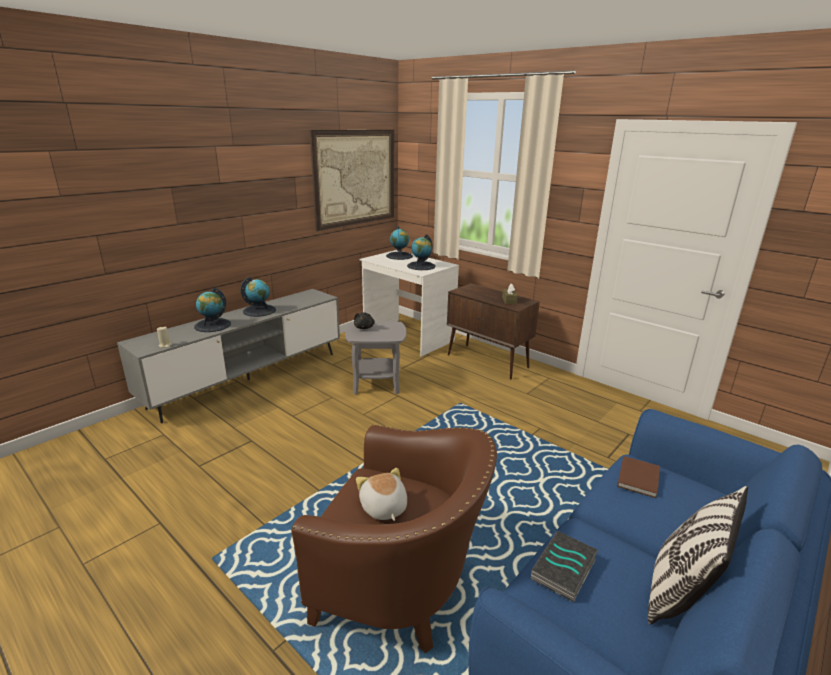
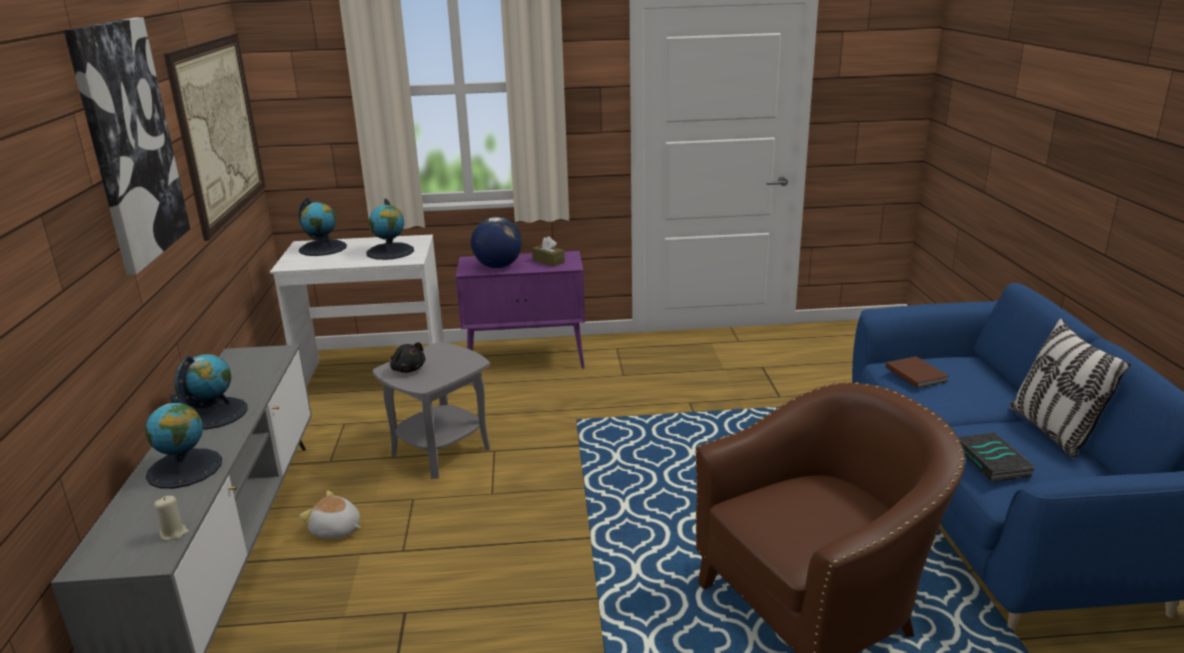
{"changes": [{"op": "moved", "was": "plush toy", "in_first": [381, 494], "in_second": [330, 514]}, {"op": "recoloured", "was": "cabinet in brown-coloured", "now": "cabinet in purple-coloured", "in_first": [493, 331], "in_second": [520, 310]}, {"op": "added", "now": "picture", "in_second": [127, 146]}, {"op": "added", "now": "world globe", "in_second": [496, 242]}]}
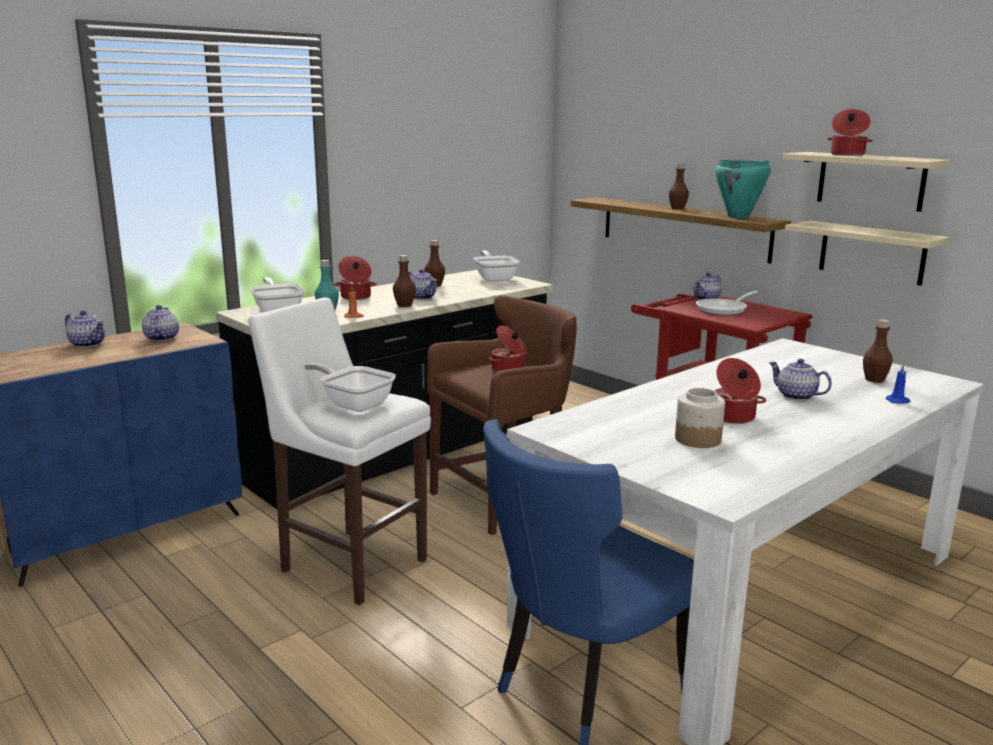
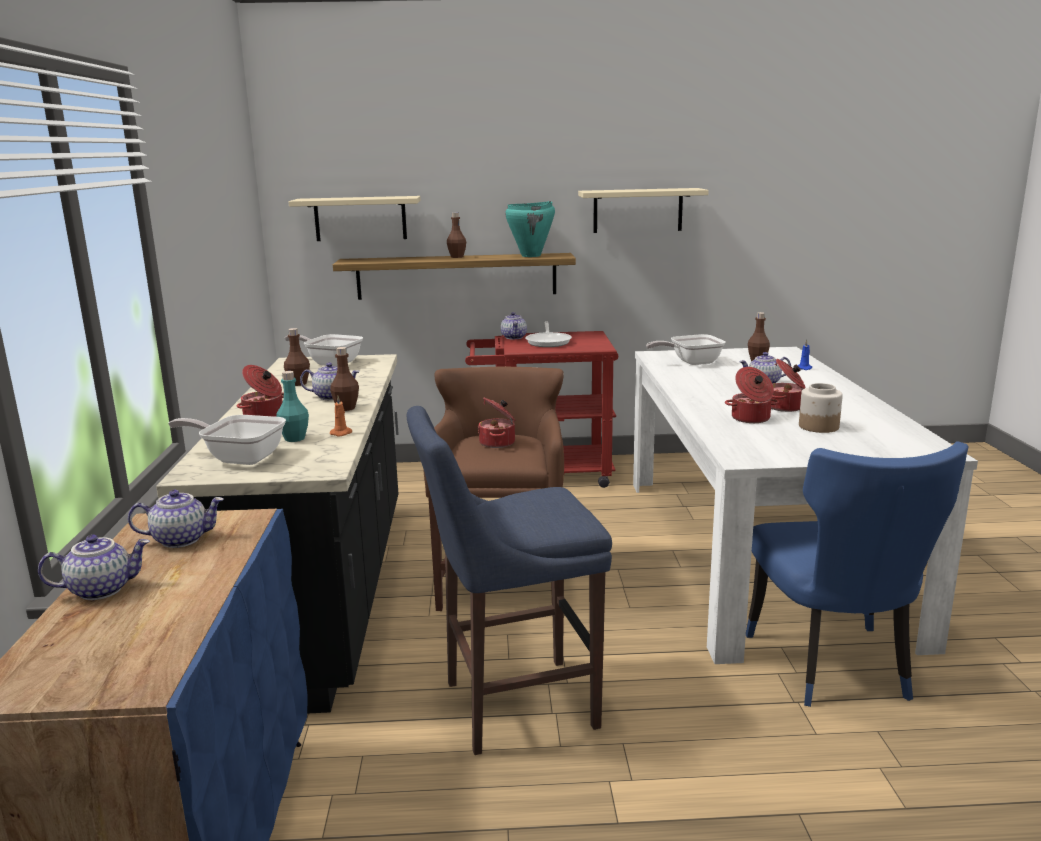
{"changes": [{"op": "turned", "was": "pot for tea", "in_first": [160, 323], "in_second": [176, 519], "clockwise": 135}, {"op": "recoloured", "was": "stool seat in white-coloured", "now": "stool seat in blue", "in_first": [339, 451], "in_second": [509, 580]}, {"op": "moved", "was": "skillet", "in_first": [350, 387], "in_second": [685, 349]}, {"op": "moved", "was": "wall shelf in beige", "in_first": [867, 253], "in_second": [355, 218]}, {"op": "moved", "was": "saucepot", "in_first": [850, 132], "in_second": [752, 395]}]}
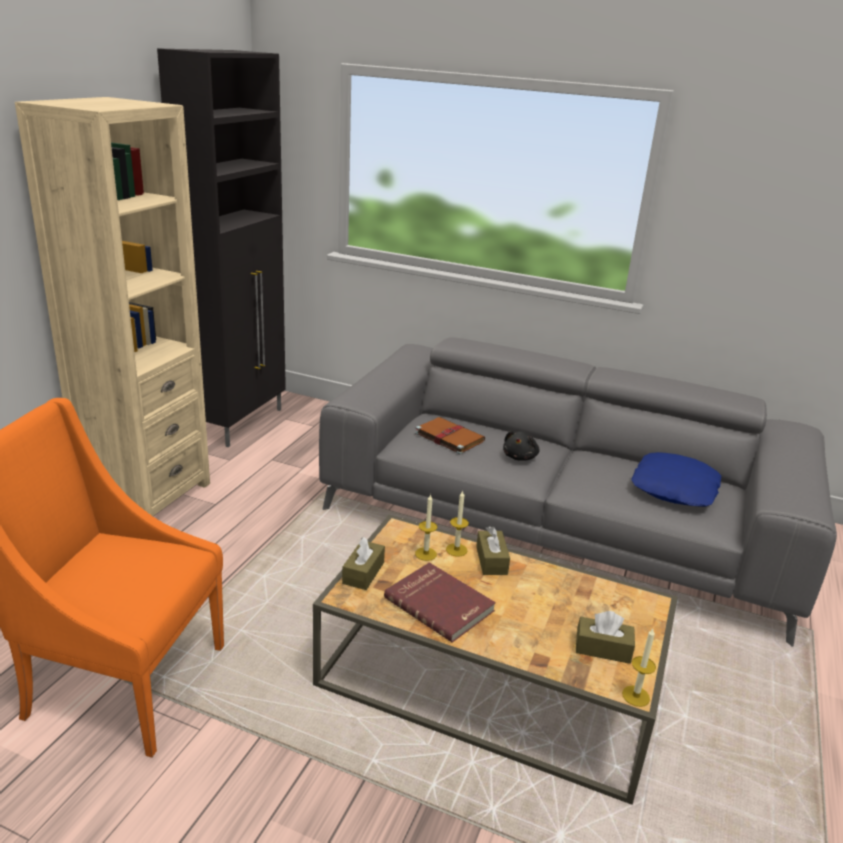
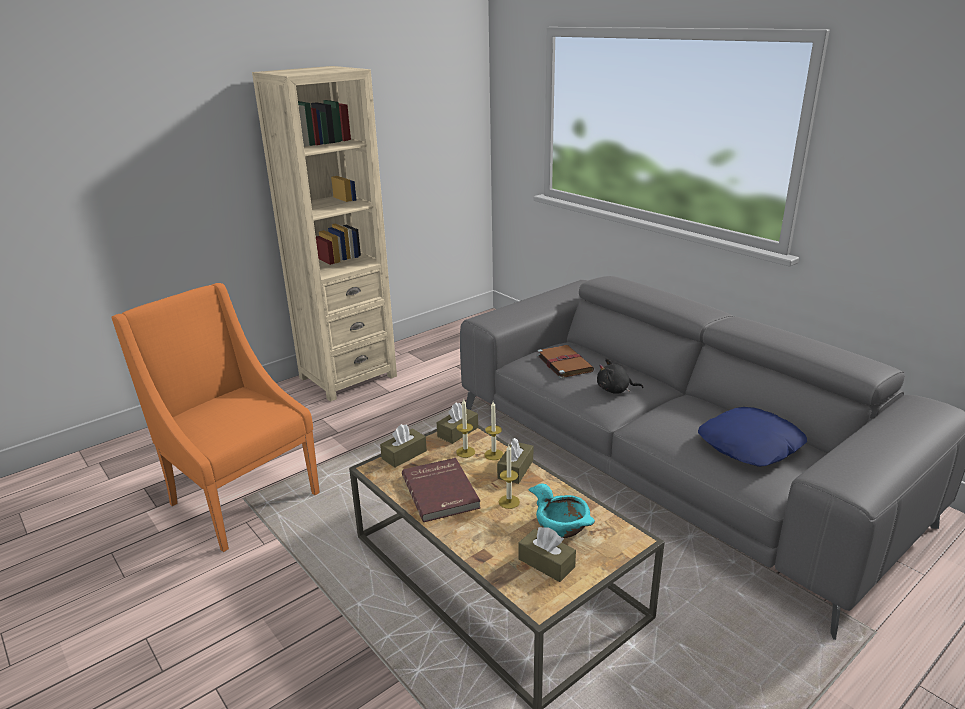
{"changes": [{"op": "removed", "was": "cabinet in black-coloured", "in_first": [221, 248]}, {"op": "turned", "was": "plush toy in black-coloured", "in_first": [521, 446], "in_second": [620, 376], "clockwise": 45}, {"op": "moved", "was": "wax candle", "in_first": [639, 668], "in_second": [509, 477]}, {"op": "added", "now": "box of tissues in brown-coloured", "in_second": [457, 423]}, {"op": "added", "now": "serving bowl in turquoise-coloured", "in_second": [561, 510]}]}
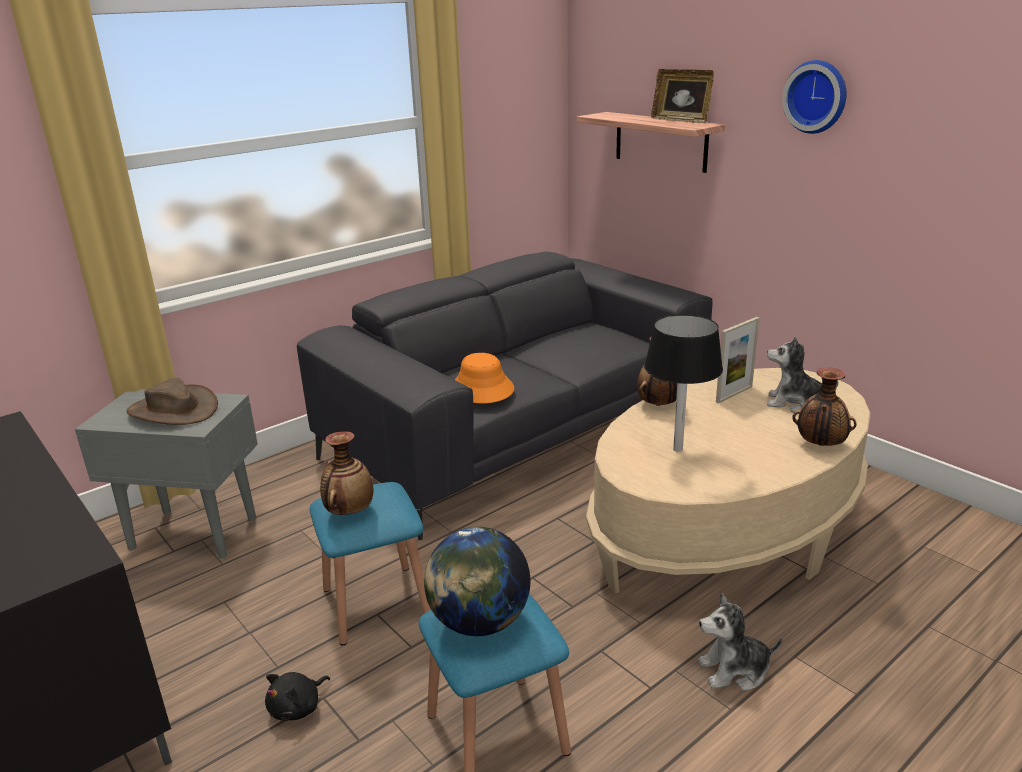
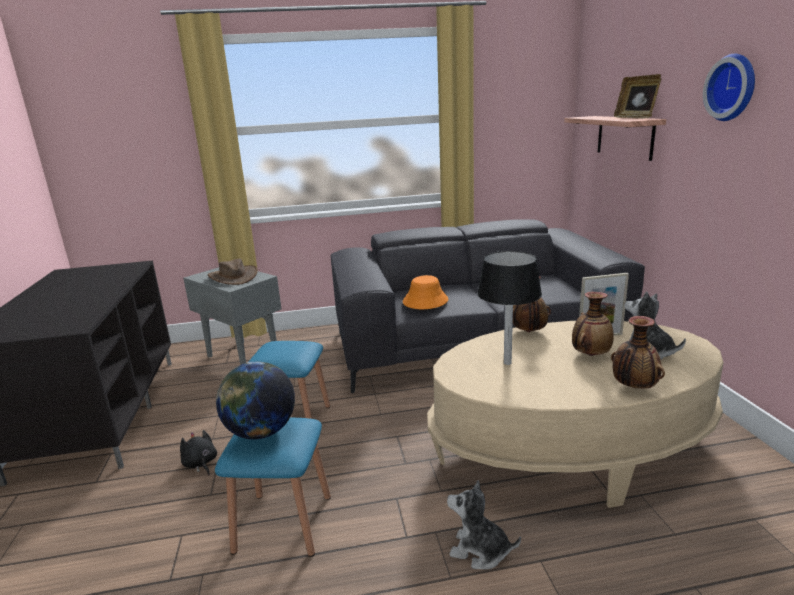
{"changes": [{"op": "turned", "was": "plush toy in black-coloured", "in_first": [297, 696], "in_second": [198, 452], "clockwise": 75}, {"op": "moved", "was": "flower vase", "in_first": [346, 473], "in_second": [593, 324]}]}
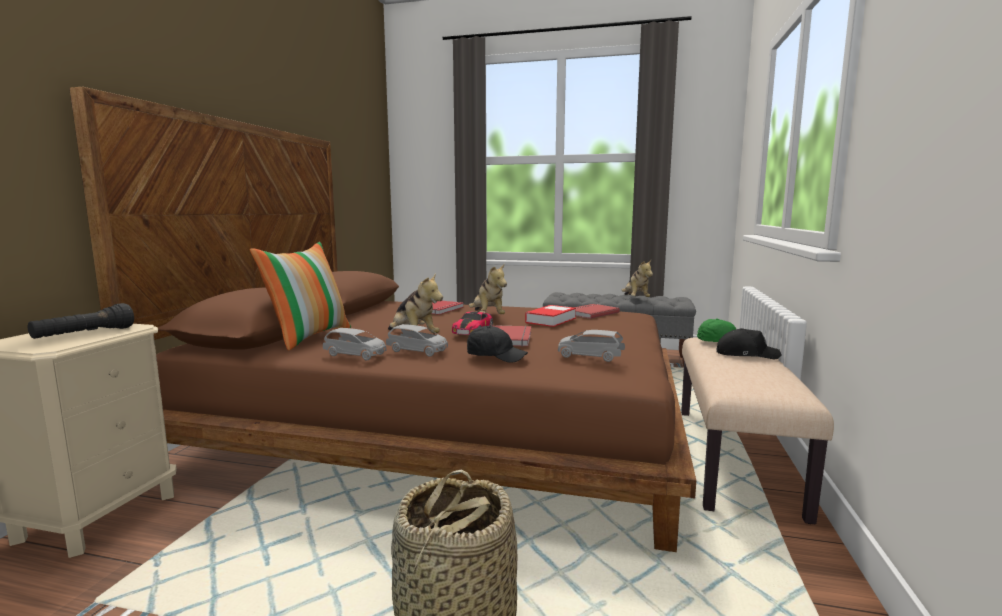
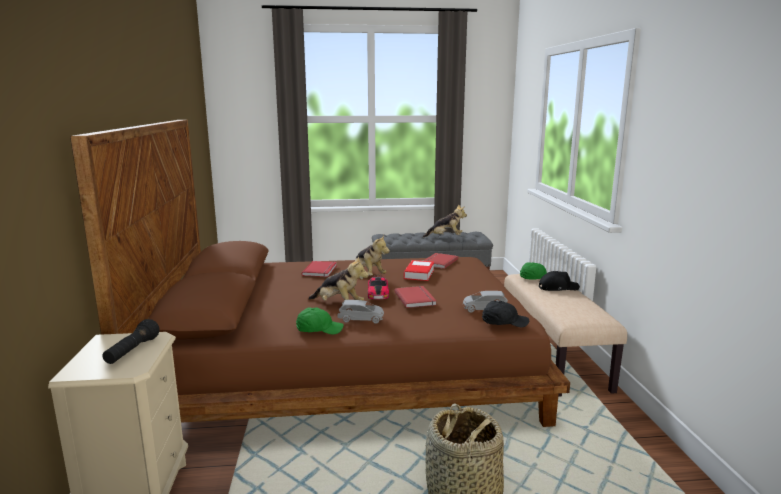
{"changes": [{"op": "removed", "was": "throw pillow", "in_first": [300, 296]}, {"op": "replaced", "was": "toy car in greyish", "now": "baseball cap in greenish", "in_first": [354, 344], "in_second": [320, 320]}, {"op": "moved", "was": "baseball cap in black-coloured", "in_first": [497, 344], "in_second": [505, 314]}, {"op": "turned", "was": "plush toy", "in_first": [637, 278], "in_second": [445, 220], "clockwise": -60}]}
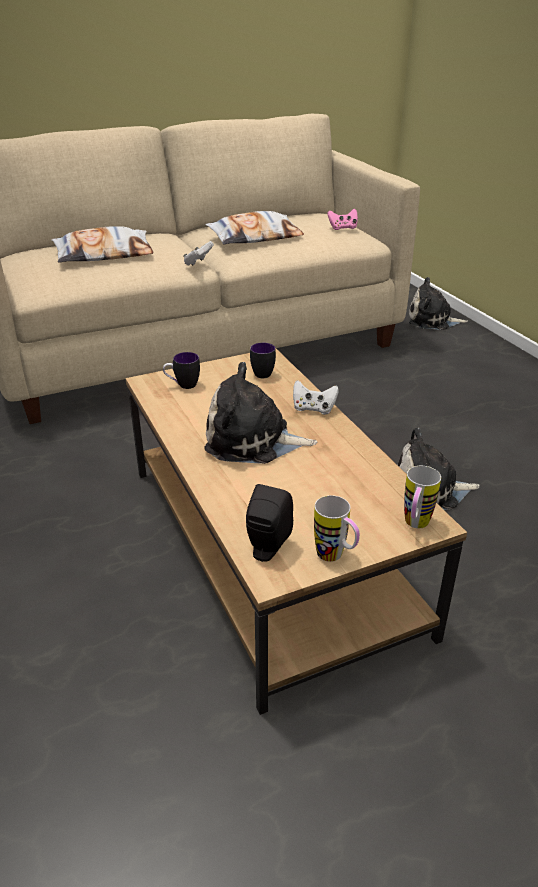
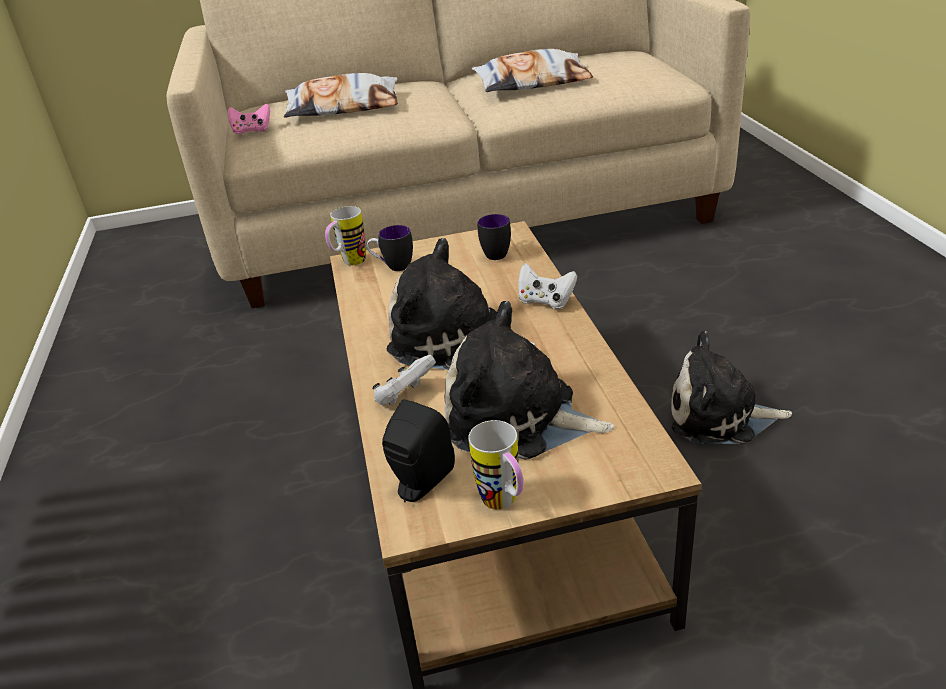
{"changes": [{"op": "moved", "was": "gamepad in white-coloured", "in_first": [198, 253], "in_second": [404, 380]}, {"op": "moved", "was": "gamepad in pink-coloured", "in_first": [342, 219], "in_second": [249, 119]}, {"op": "moved", "was": "tea mug", "in_first": [422, 497], "in_second": [345, 235]}, {"op": "moved", "was": "plush toy", "in_first": [438, 303], "in_second": [529, 380]}]}
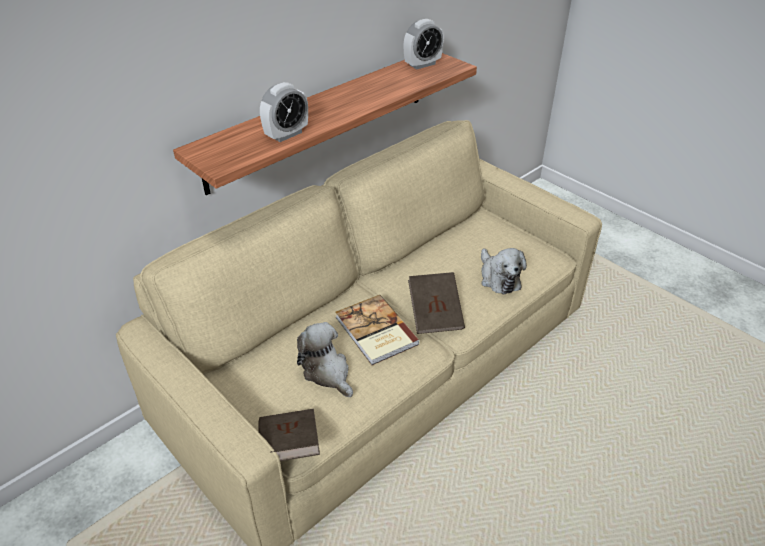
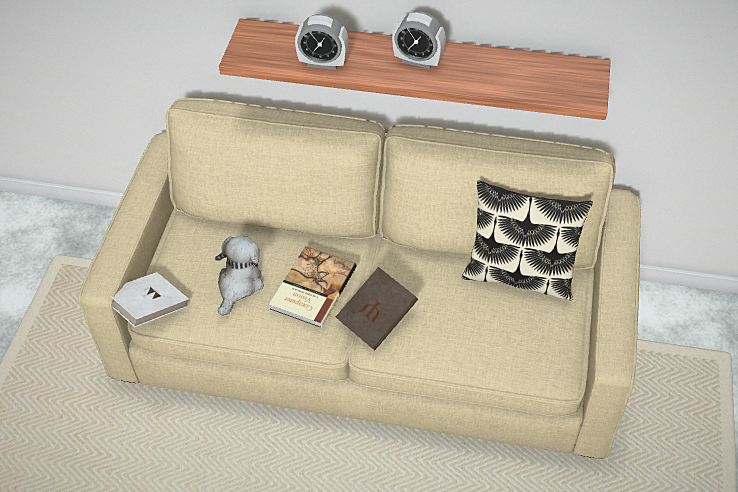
{"changes": [{"op": "recoloured", "was": "bound book in brown-coloured", "now": "bound book in white-coloured", "in_first": [289, 435], "in_second": [149, 299]}, {"op": "moved", "was": "table clock", "in_first": [424, 44], "in_second": [419, 40]}, {"op": "removed", "was": "plush toy", "in_first": [504, 271]}, {"op": "added", "now": "throw pillow", "in_second": [527, 240]}]}
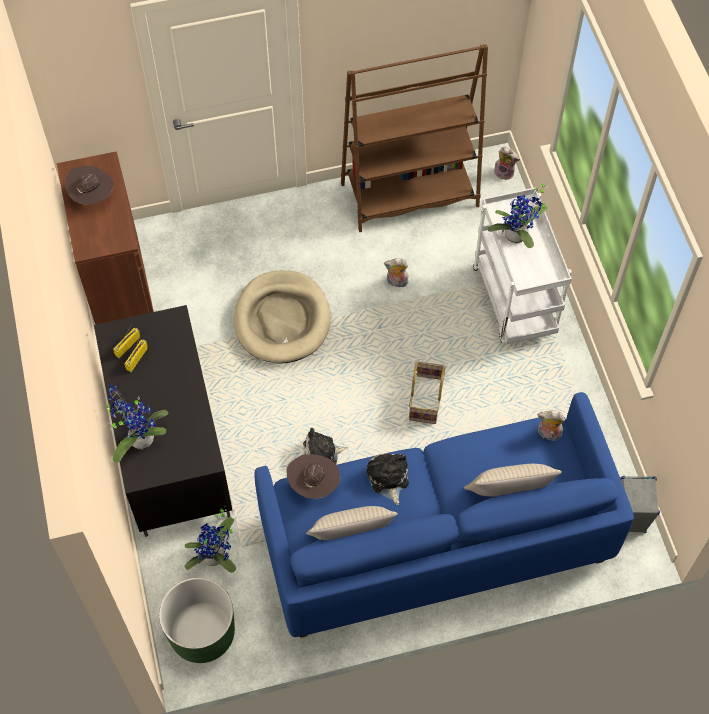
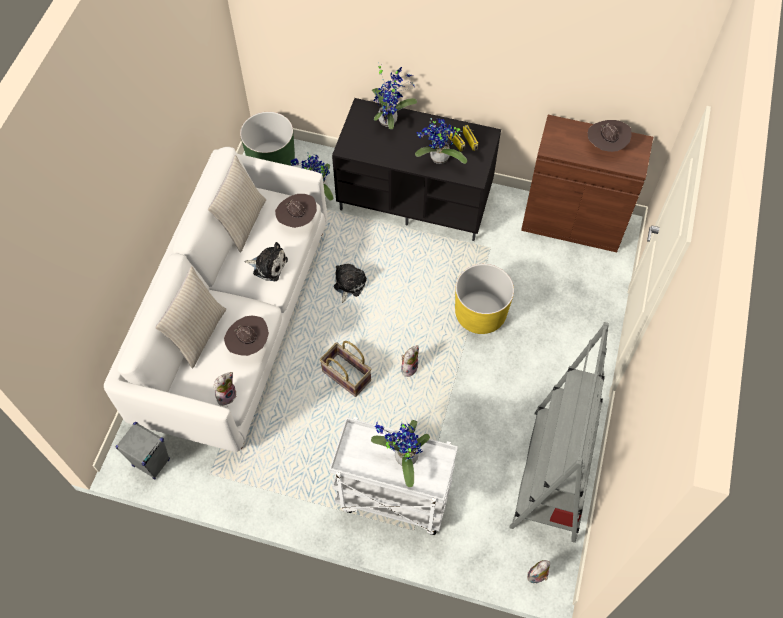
{"changes": [{"op": "replaced", "was": "dog bed in beige", "now": "flower pot in yellow-coloured", "in_first": [282, 316], "in_second": [484, 299]}, {"op": "recoloured", "was": "settee in blue", "now": "settee in white-coloured", "in_first": [444, 515], "in_second": [215, 299]}, {"op": "recoloured", "was": "bookshelf in brown-coloured", "now": "bookshelf in greyish", "in_first": [414, 138], "in_second": [559, 432]}, {"op": "moved", "was": "plush toy", "in_first": [396, 272], "in_second": [410, 361]}, {"op": "added", "now": "clothing hat in brown-coloured", "in_second": [246, 336]}, {"op": "added", "now": "houseplant", "in_second": [441, 141]}]}
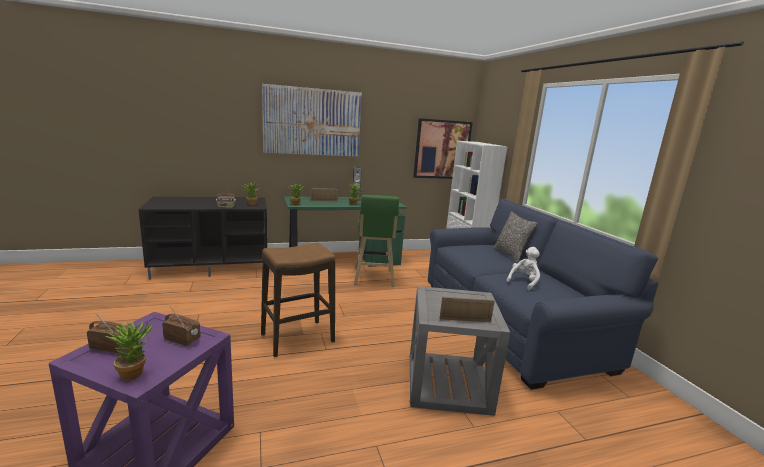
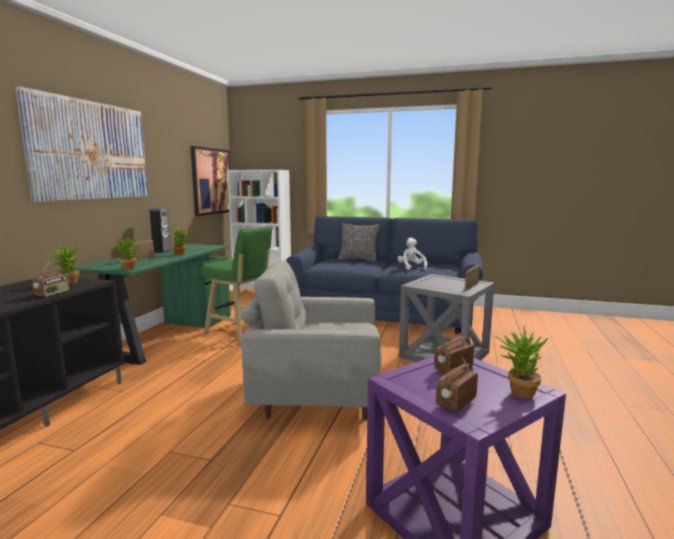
{"changes": [{"op": "replaced", "was": "stool seat", "now": "armchair in greyish", "in_first": [298, 300], "in_second": [311, 340]}]}
